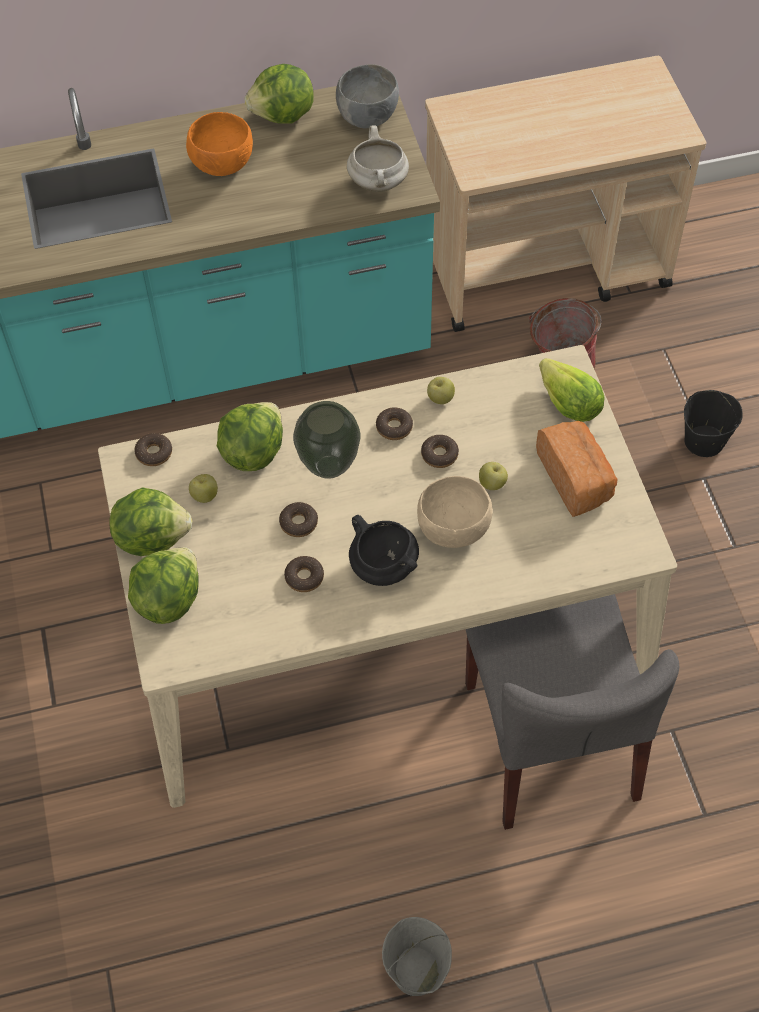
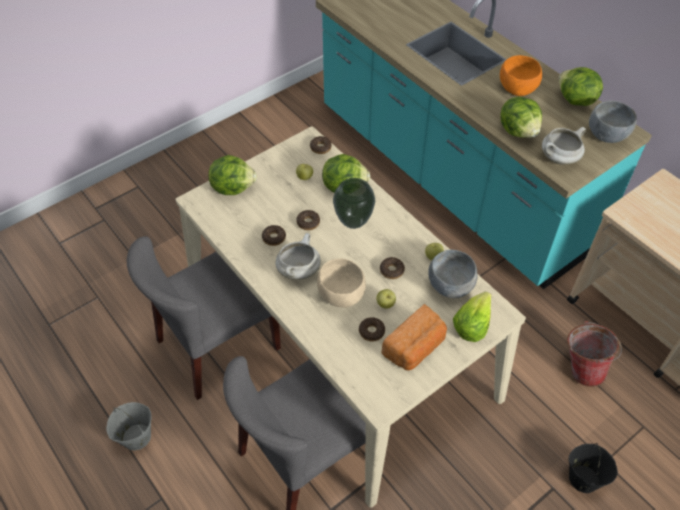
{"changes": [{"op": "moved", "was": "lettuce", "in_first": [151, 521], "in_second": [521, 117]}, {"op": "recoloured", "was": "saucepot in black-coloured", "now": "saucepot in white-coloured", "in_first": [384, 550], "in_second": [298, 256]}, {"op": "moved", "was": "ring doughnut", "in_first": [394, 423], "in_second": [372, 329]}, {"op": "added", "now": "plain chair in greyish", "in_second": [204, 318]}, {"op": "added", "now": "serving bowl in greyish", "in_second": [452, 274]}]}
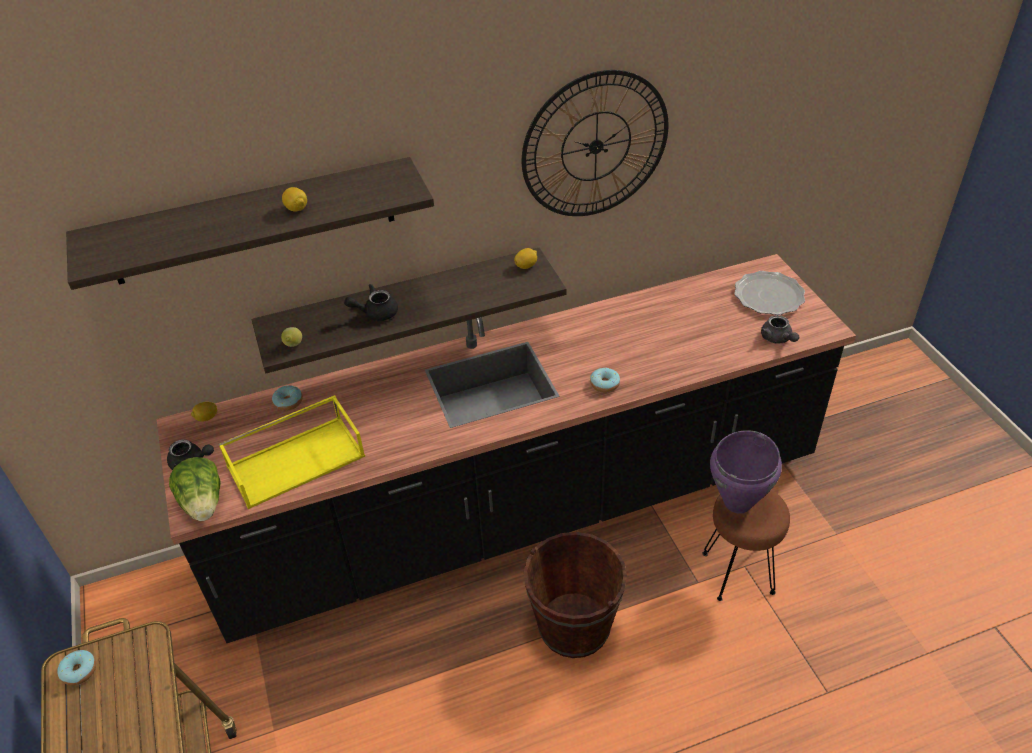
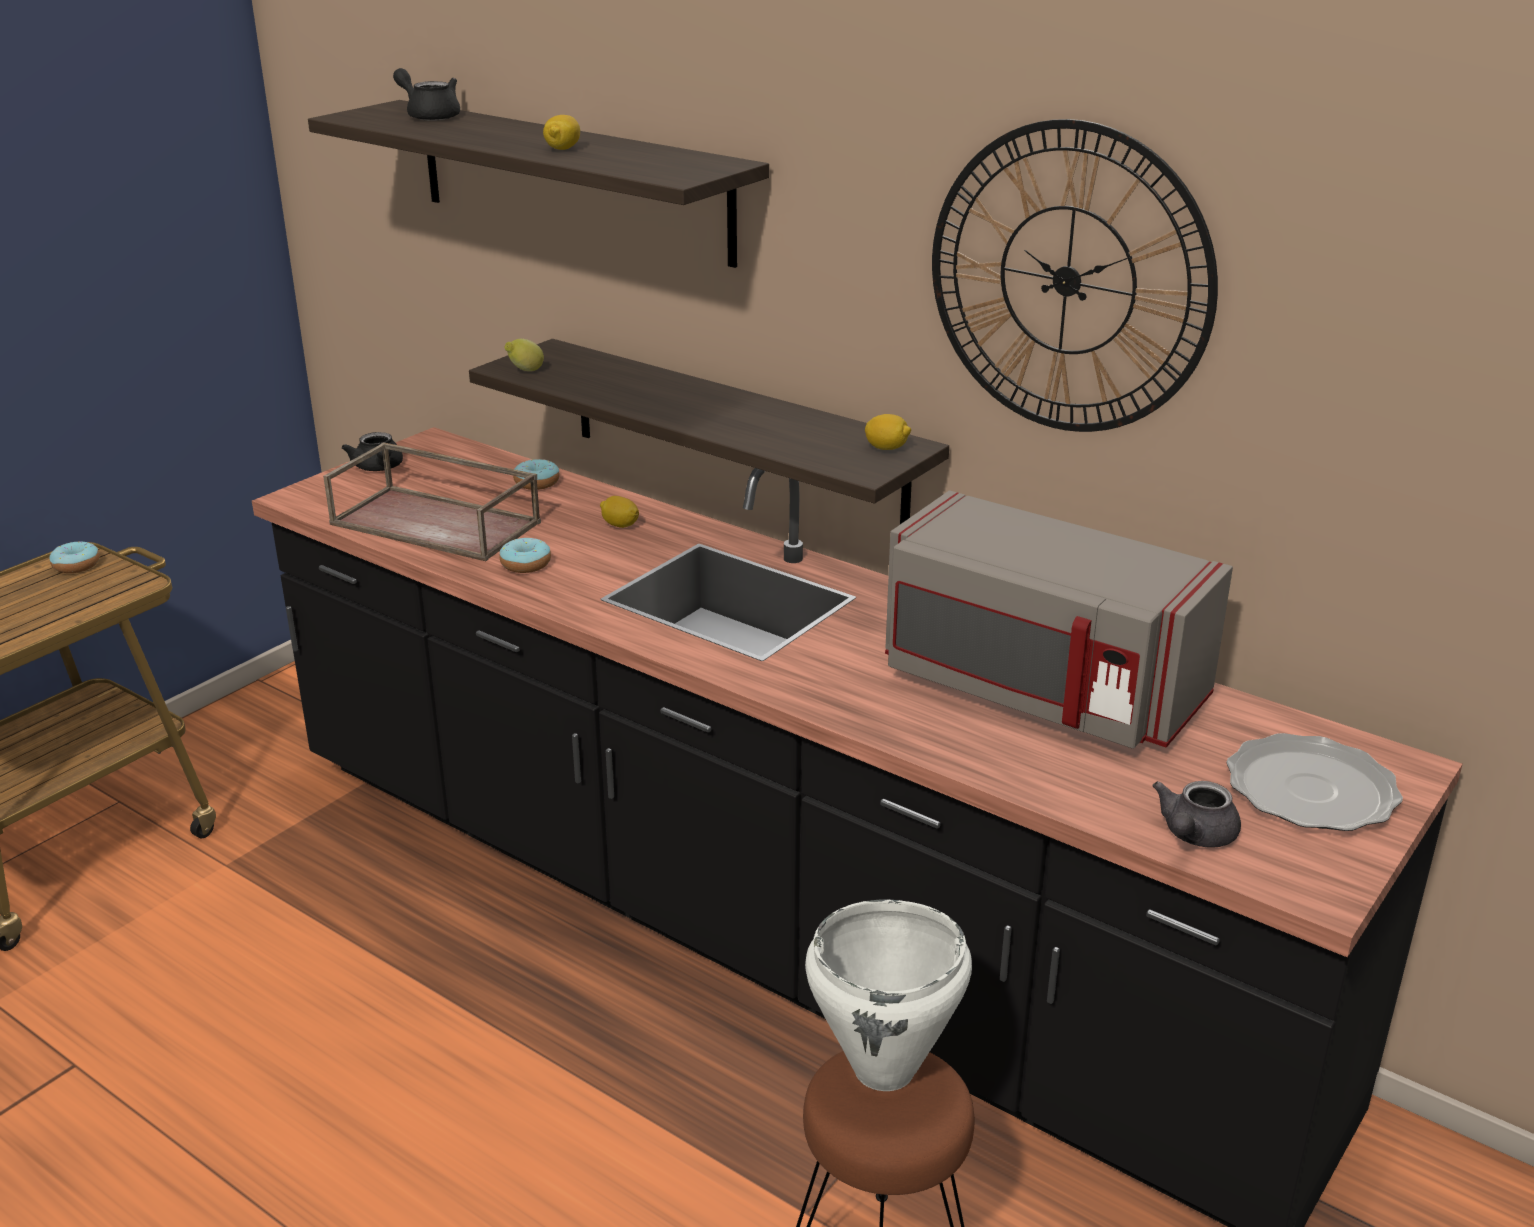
{"changes": [{"op": "removed", "was": "lettuce", "in_first": [195, 489]}, {"op": "moved", "was": "lemon", "in_first": [204, 412], "in_second": [619, 512]}, {"op": "recoloured", "was": "serving tray in yellow-coloured", "now": "serving tray in brown-coloured", "in_first": [291, 452], "in_second": [432, 501]}, {"op": "moved", "was": "pot for tea in black-coloured", "in_first": [371, 302], "in_second": [426, 94]}, {"op": "removed", "was": "bucket in brown-coloured", "in_first": [575, 595]}, {"op": "moved", "was": "ring doughnut", "in_first": [605, 380], "in_second": [525, 555]}, {"op": "recoloured", "was": "saucepot in purple-coloured", "now": "saucepot in white-coloured", "in_first": [746, 472], "in_second": [888, 995]}, {"op": "added", "now": "microwave in greyish", "in_second": [1059, 620]}]}
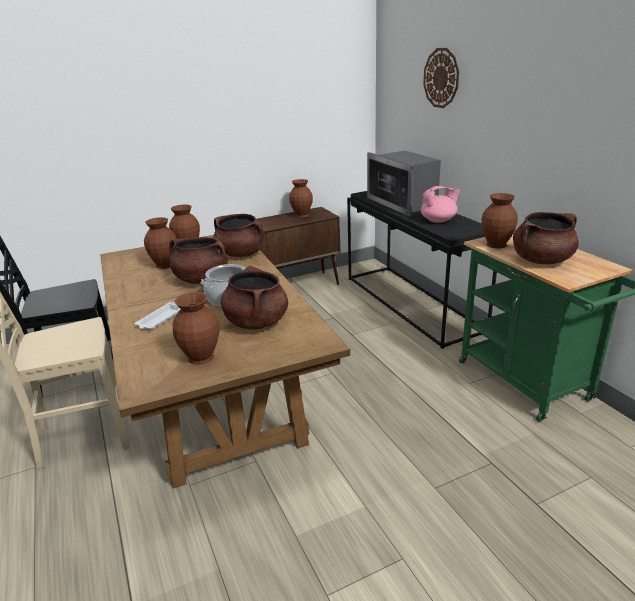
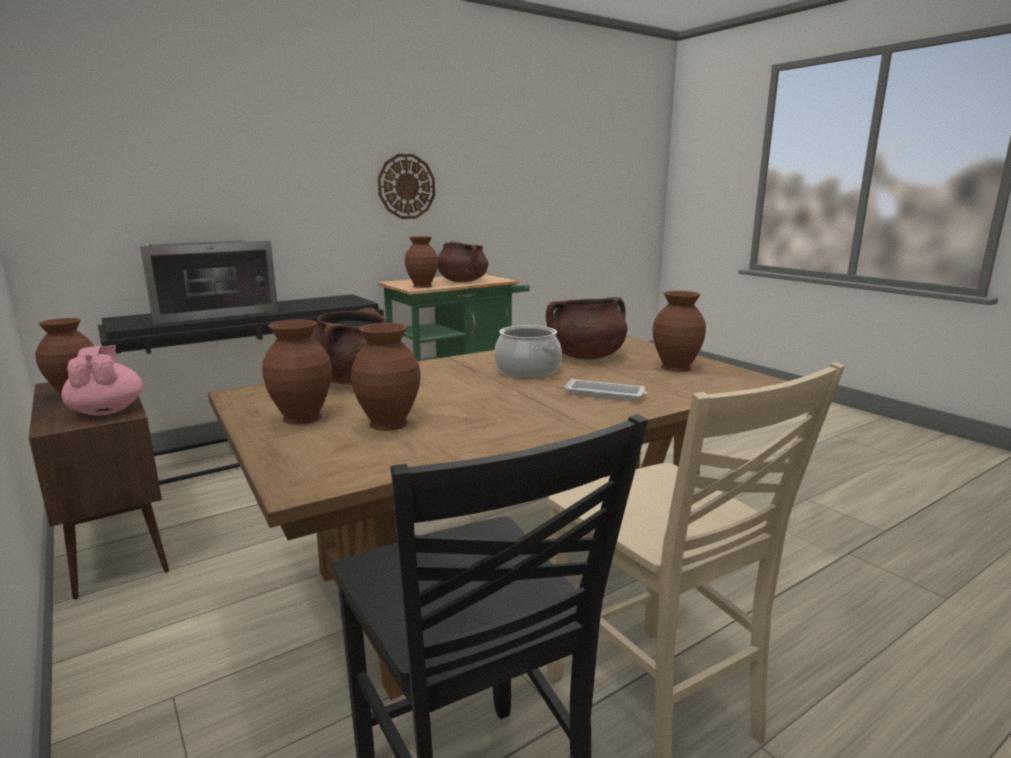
{"changes": [{"op": "removed", "was": "saucepot in brown-coloured", "in_first": [198, 260]}, {"op": "moved", "was": "pot for tea in pink-coloured", "in_first": [440, 204], "in_second": [102, 380]}, {"op": "moved", "was": "wall clock", "in_first": [441, 78], "in_second": [406, 186]}]}
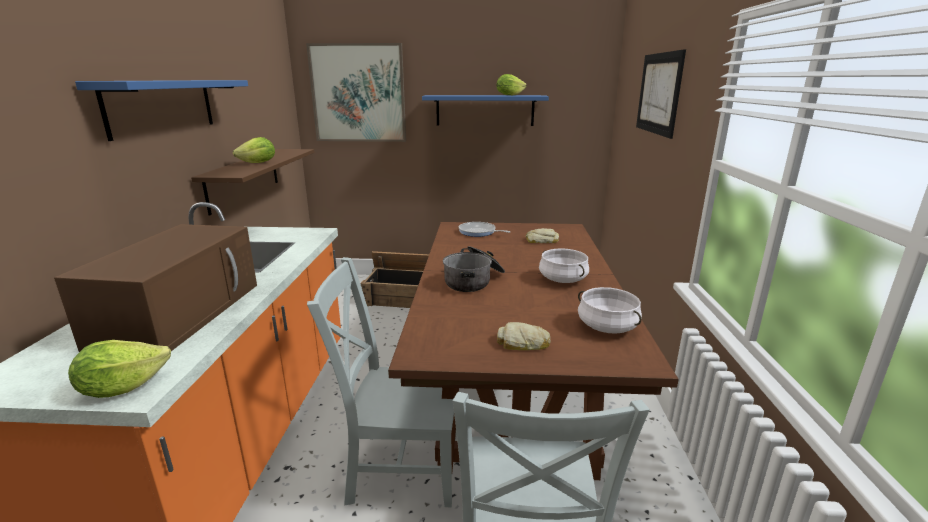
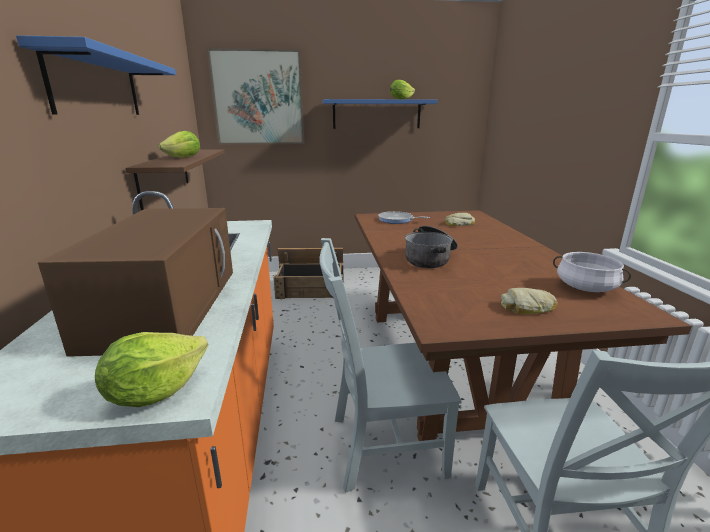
{"changes": [{"op": "removed", "was": "saucepot in white-coloured", "in_first": [564, 265]}, {"op": "removed", "was": "picture", "in_first": [661, 94]}]}
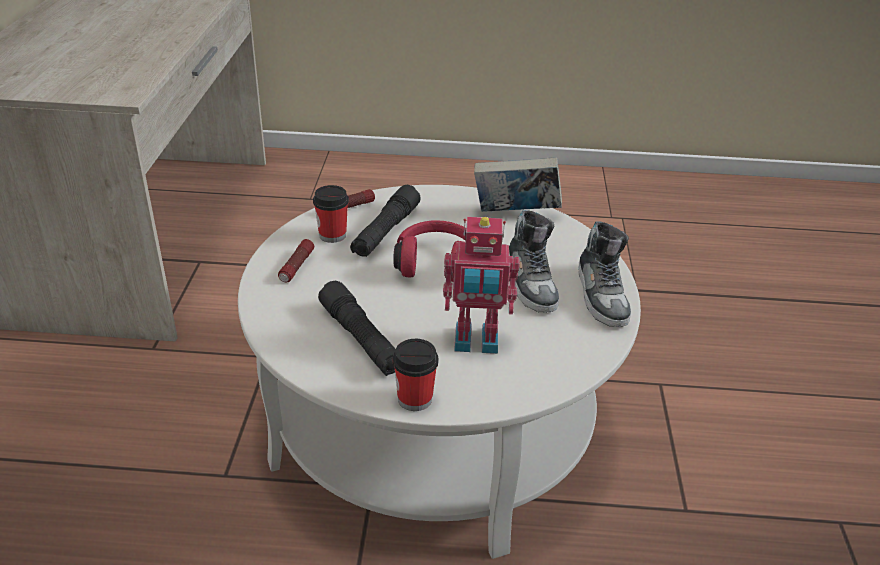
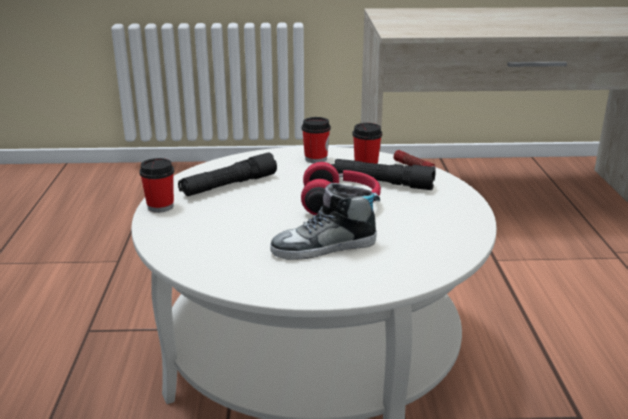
{"changes": [{"op": "replaced", "was": "torch", "now": "drinking cup", "in_first": [296, 260], "in_second": [316, 140]}, {"op": "removed", "was": "robot figure", "in_first": [481, 285]}, {"op": "removed", "was": "bound book", "in_first": [518, 184]}, {"op": "removed", "was": "low shoe", "in_first": [604, 274]}]}
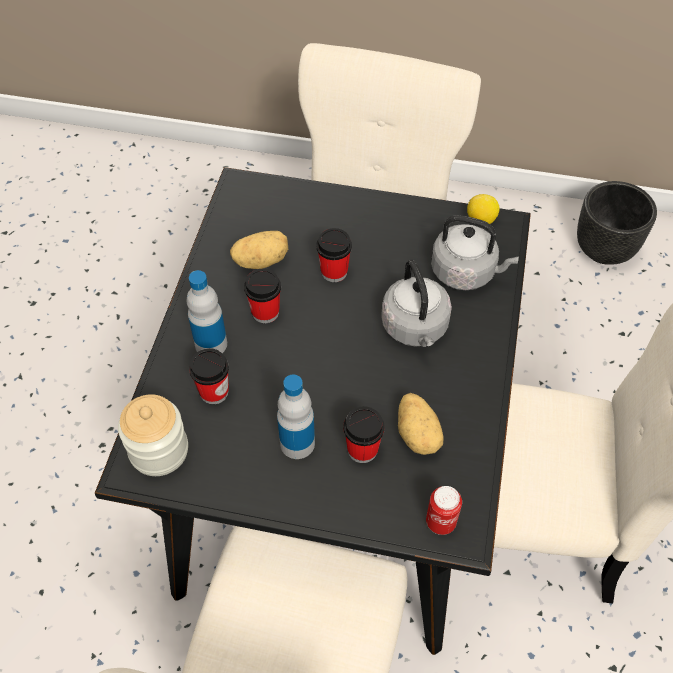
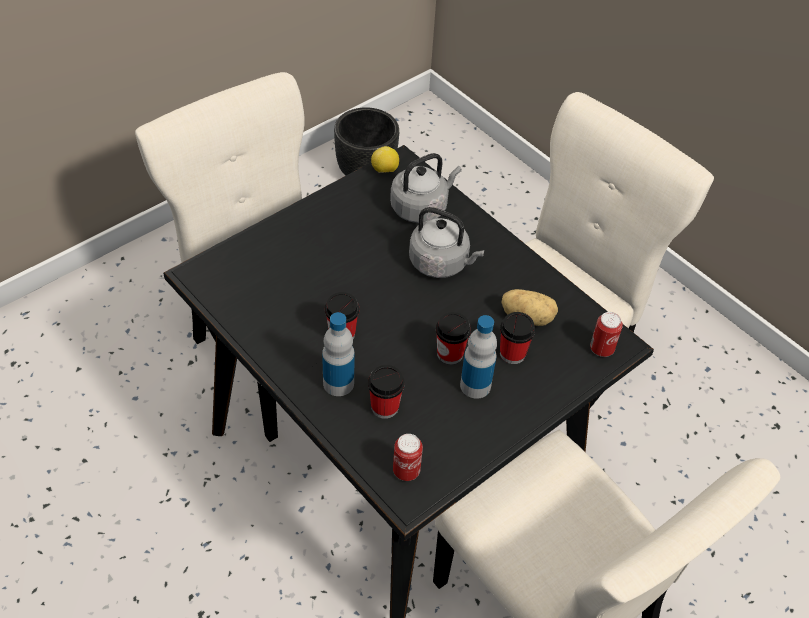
{"changes": [{"op": "replaced", "was": "jar", "now": "sealed can", "in_first": [153, 435], "in_second": [408, 457]}, {"op": "removed", "was": "potato", "in_first": [259, 250]}, {"op": "moved", "was": "drinking cup", "in_first": [334, 255], "in_second": [453, 338]}]}
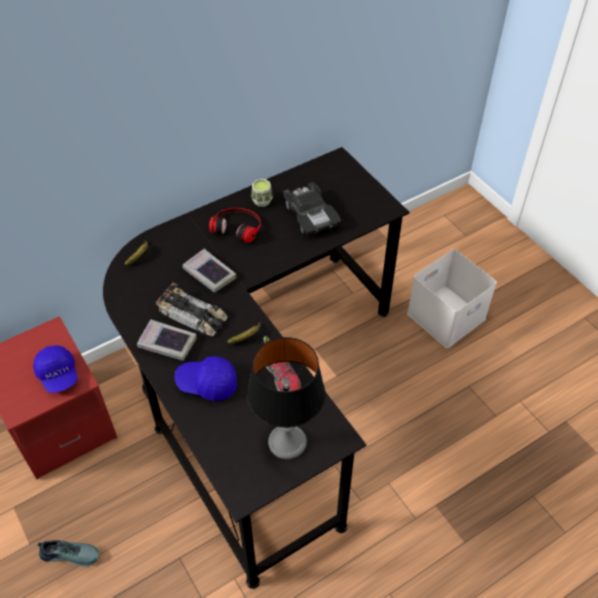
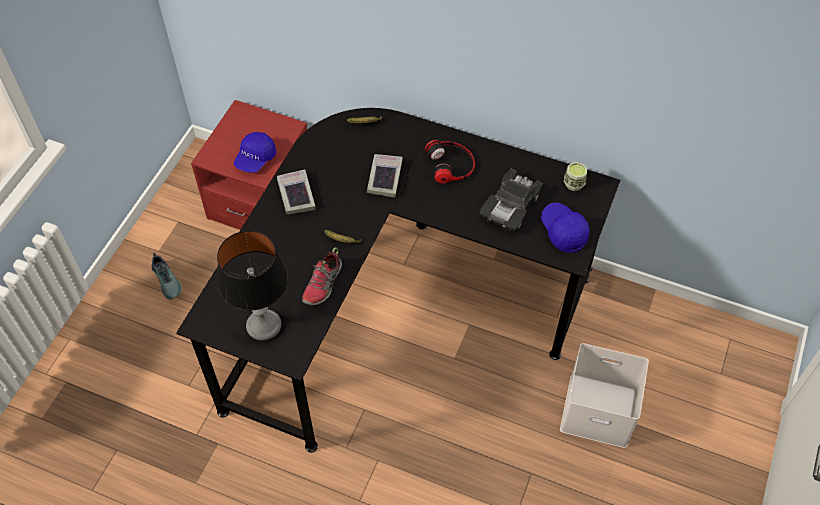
{"changes": [{"op": "removed", "was": "toy car", "in_first": [191, 309]}, {"op": "moved", "was": "baseball cap in blue", "in_first": [205, 378], "in_second": [565, 228]}, {"op": "moved", "was": "drinking cup", "in_first": [262, 193], "in_second": [575, 176]}]}
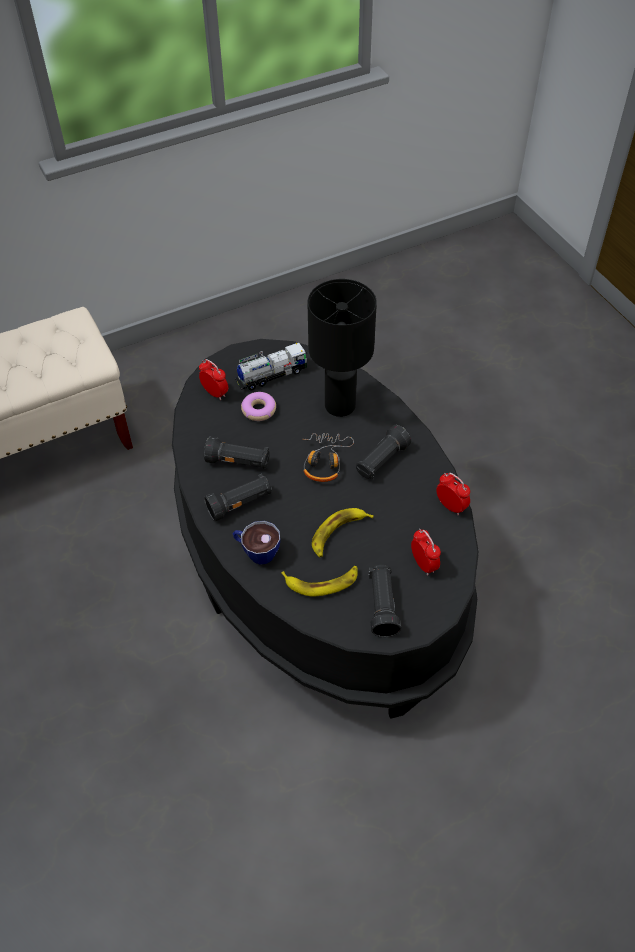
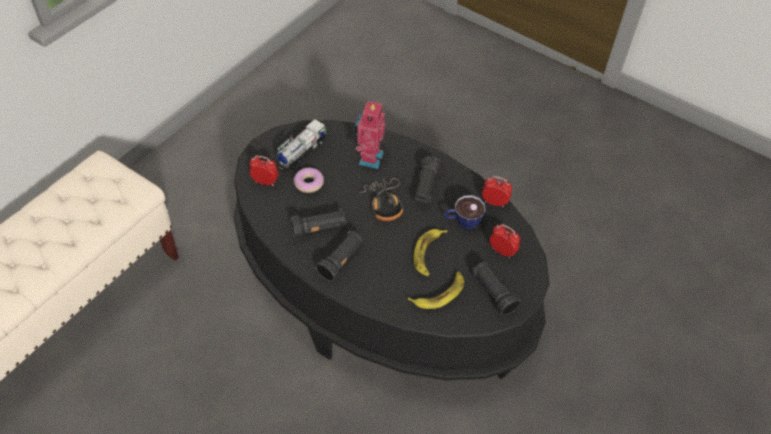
{"changes": [{"op": "moved", "was": "drinking cup", "in_first": [256, 543], "in_second": [465, 212]}, {"op": "replaced", "was": "tabletop lamp in black-coloured", "now": "robot figure", "in_first": [342, 348], "in_second": [369, 134]}]}
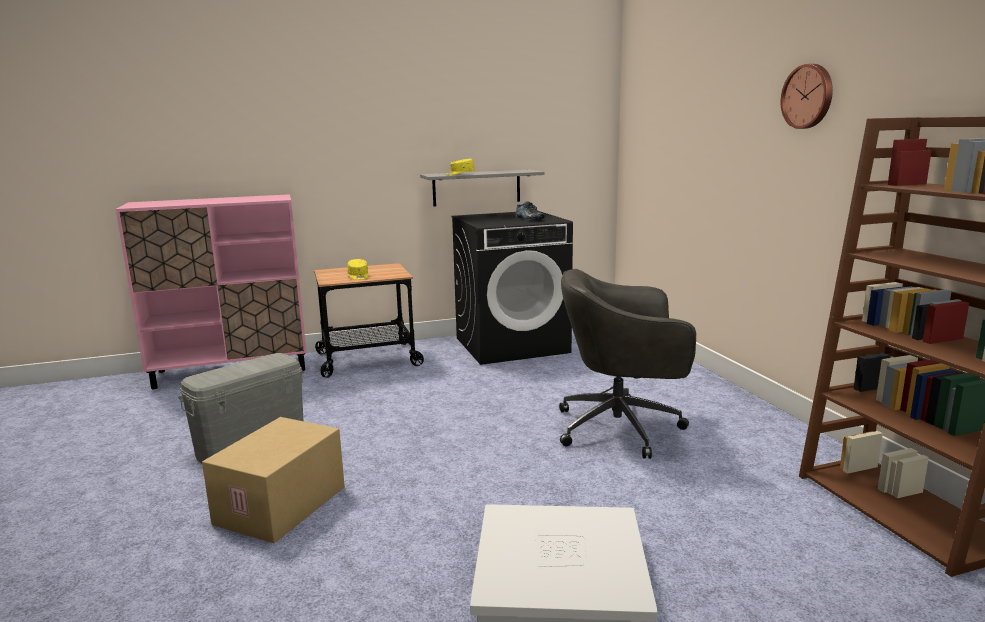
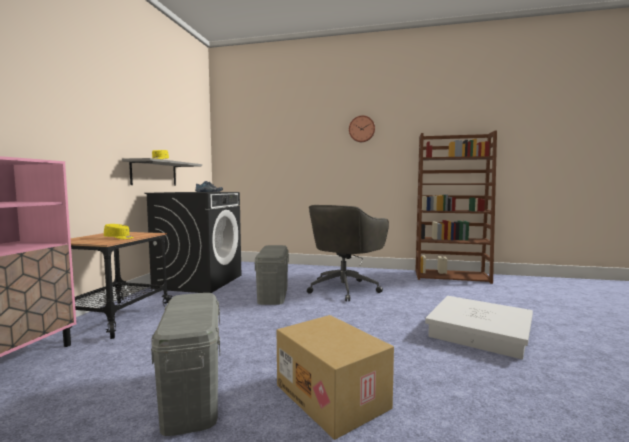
{"changes": [{"op": "added", "now": "storage container in greyish", "in_second": [271, 275]}]}
